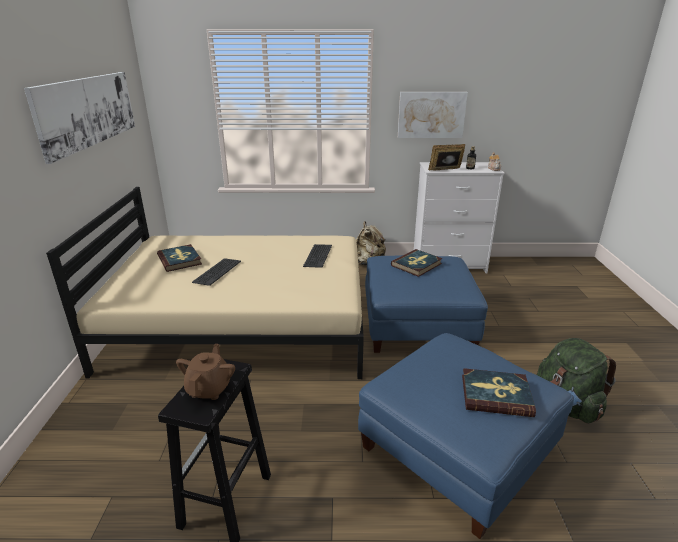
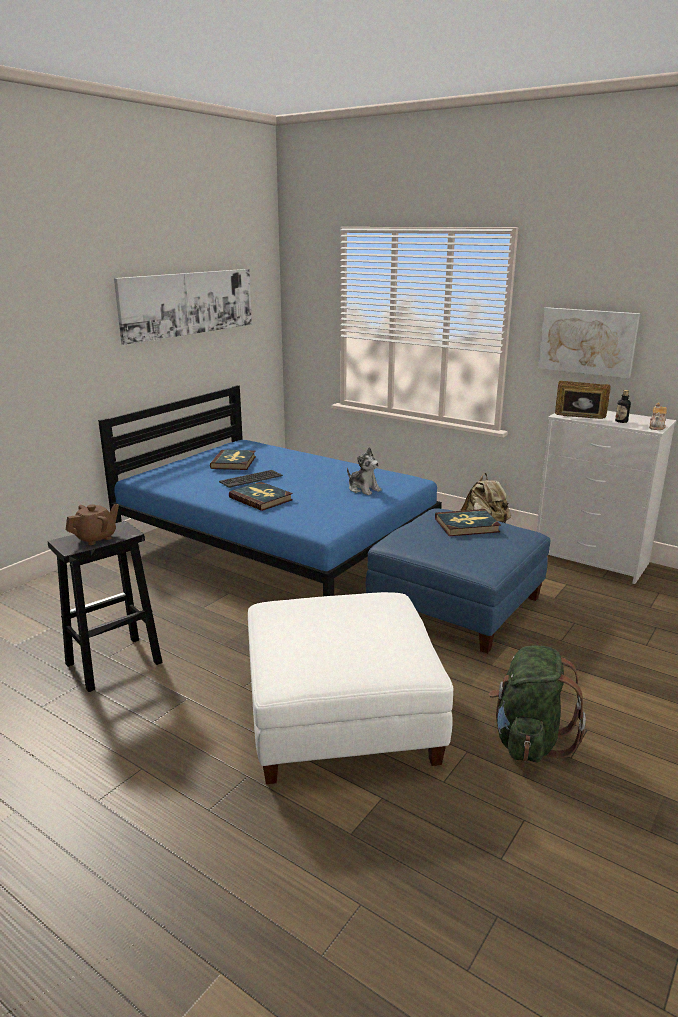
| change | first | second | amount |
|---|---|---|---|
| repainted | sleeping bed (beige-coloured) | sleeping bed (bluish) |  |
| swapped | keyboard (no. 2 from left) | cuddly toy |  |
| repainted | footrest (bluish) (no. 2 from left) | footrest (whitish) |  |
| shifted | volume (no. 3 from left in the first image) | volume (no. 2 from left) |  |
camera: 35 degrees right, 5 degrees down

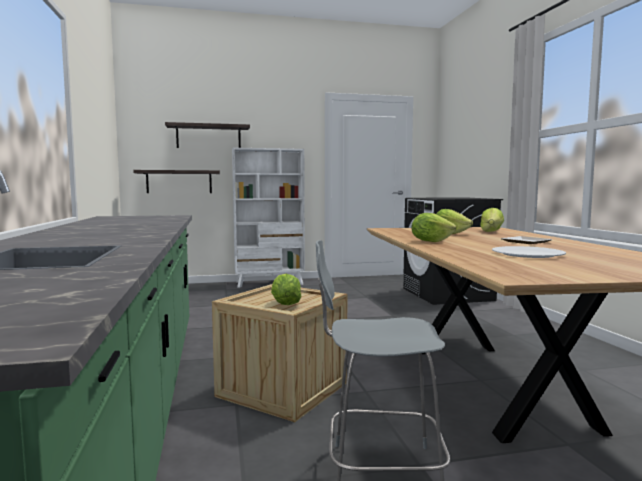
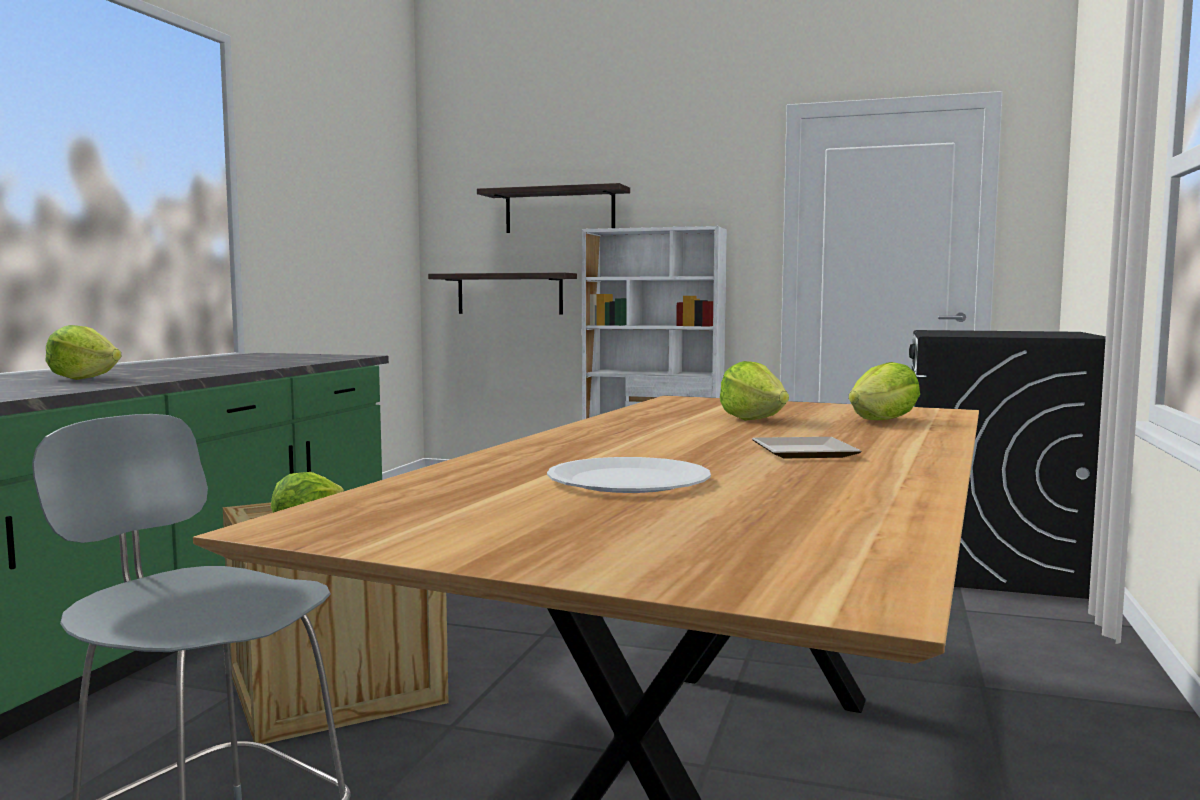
| change | first | second | amount |
|---|---|---|---|
| shifted | lettuce (no. 2 from left in the first image) | lettuce (no. 1 from left) |  |
camera: 30 degrees right, 0 degrees up

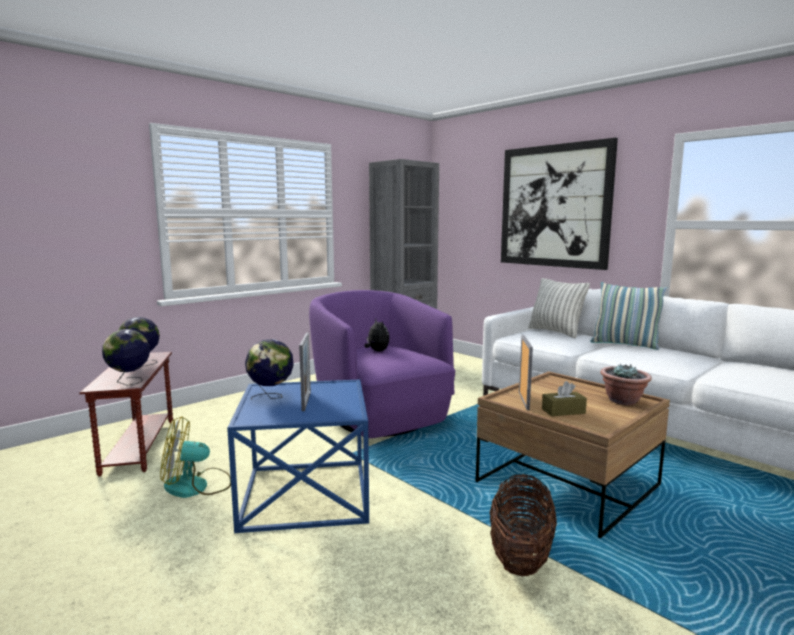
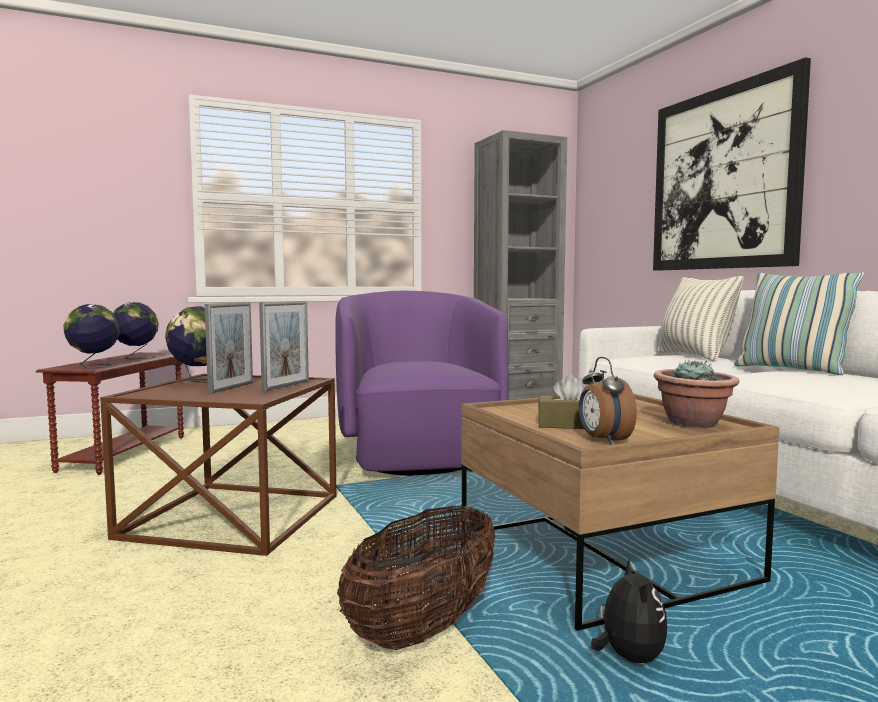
| change | first | second | amount |
|---|---|---|---|
| shifted | cuddly toy |  |  |
| shifted | standing frame (no. 2 from left) |  |  |
| repainted | end table (bluish) | end table (brown-coloured) (no. 2 from left) |  |
| gone | fan |  |  |
| new |  | table clock |  |
camera: 20 degrees right, 5 degrees down

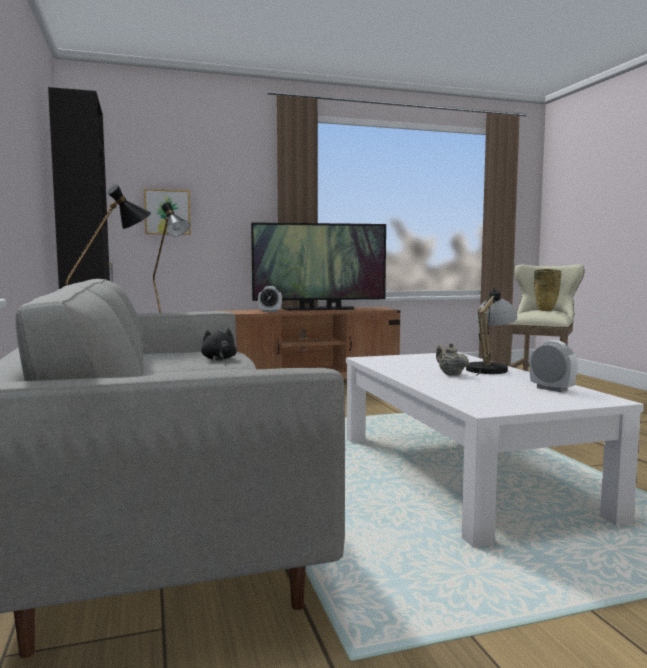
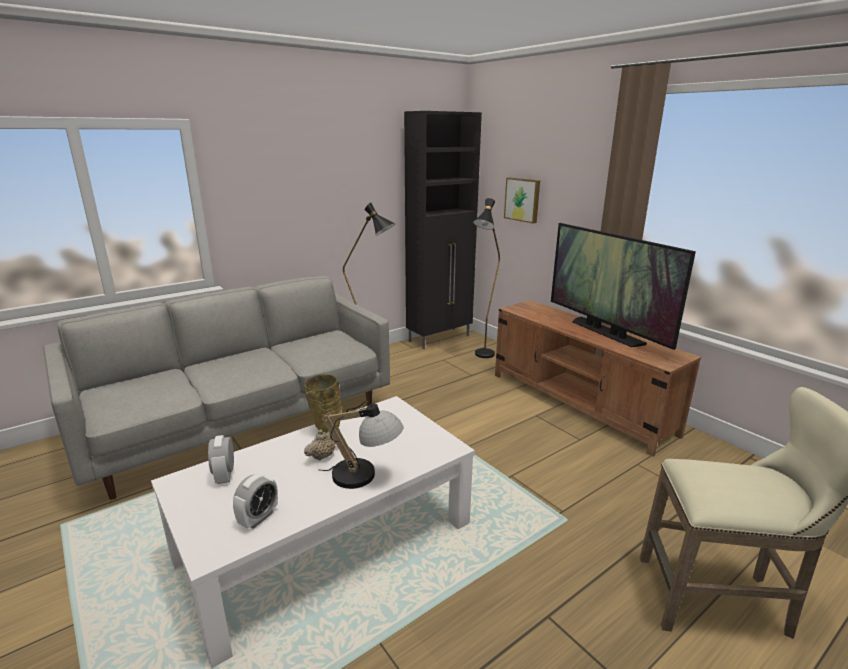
| change | first | second | amount |
|---|---|---|---|
| shifted | decorative vase (beige-coloured) |  |  |
| shifted | table clock (no. 1 from left) |  |  |
| gone | cuddly toy (blackish) |  |  |
camera: 70 degrees right, 15 degrees up

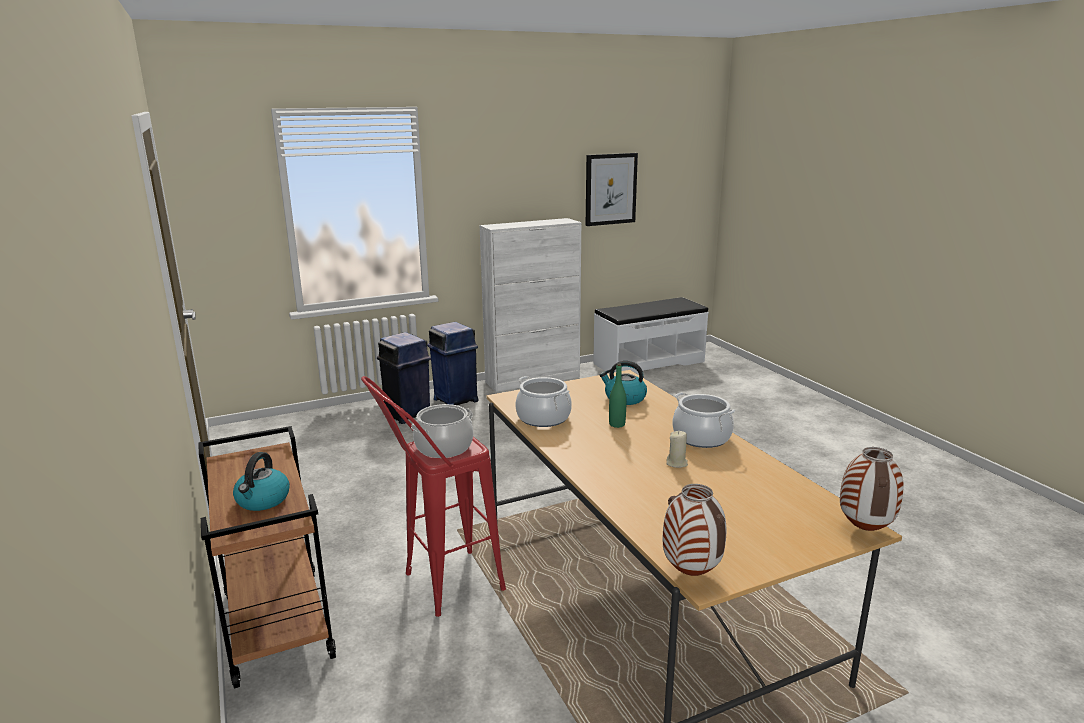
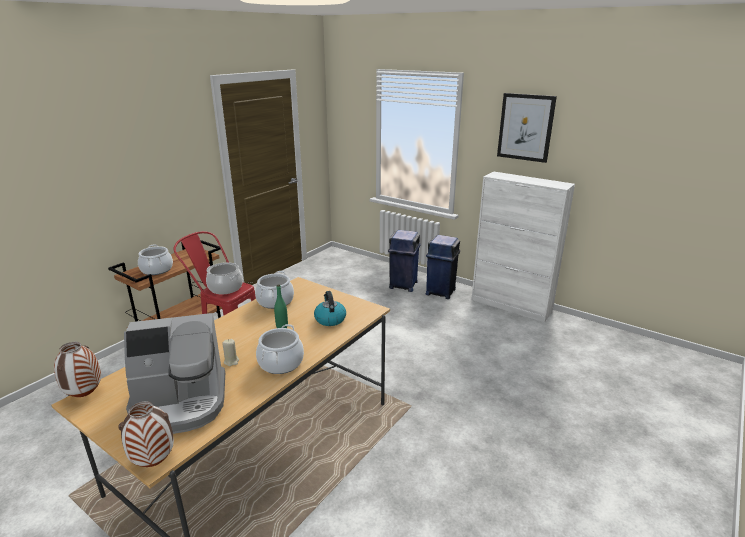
| change | first | second | amount |
|---|---|---|---|
| shifted | wall art |  |  |
| gone | indoor bench (whitish) |  |  |
| swapped | kettle (no. 1 from left) | stockpot (no. 1 from left) |  |
| new |  | coffee maker |  |
camera: 60 degrees right, 5 degrees up

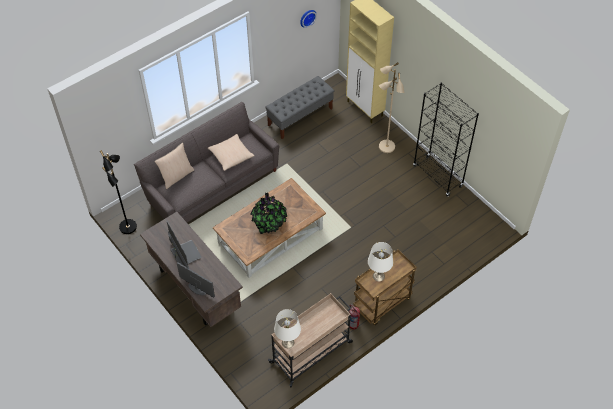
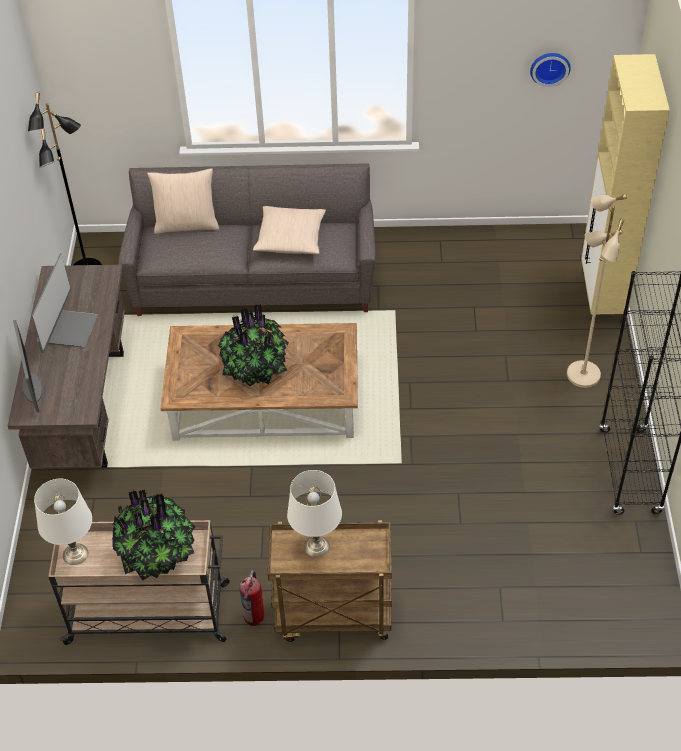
| change | first | second | amount |
|---|---|---|---|
| gone | indoor bench (greyish) |  |  |
| new |  | houseplant (no. 1 from left) |  |
camera: 40 degrees right, 5 degrees down

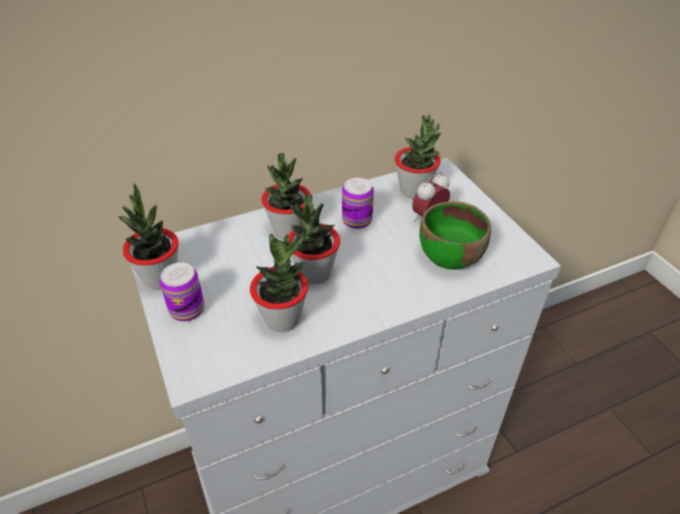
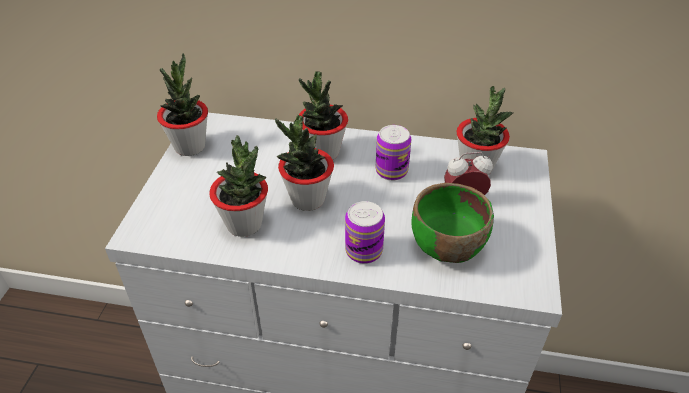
| change | first | second | amount |
|---|---|---|---|
| shifted | sealed can (no. 1 from left) |  |  |
camera: 35 degrees right, 0 degrees up

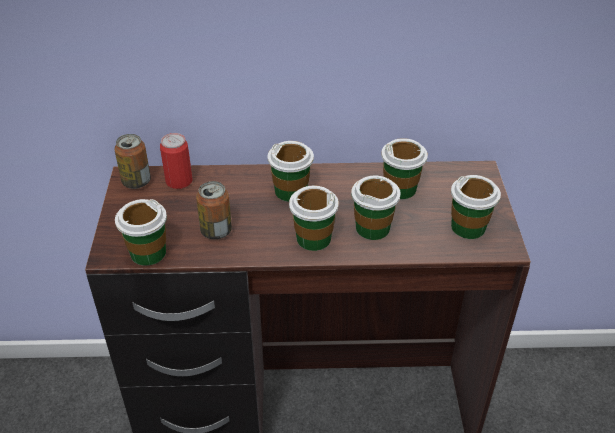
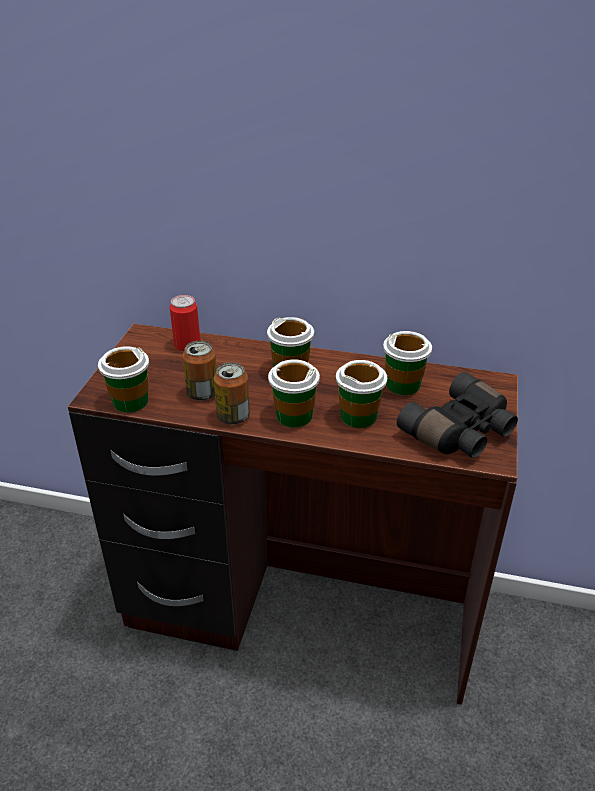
| change | first | second | amount |
|---|---|---|---|
| shifted | sealed can (no. 1 from left in the first image) | sealed can (no. 3 from left) |  |
| swapped | small cup (no. 6 from left) | binoculars (blackish) |  |
camera: 15 degrees right, 5 degrees down

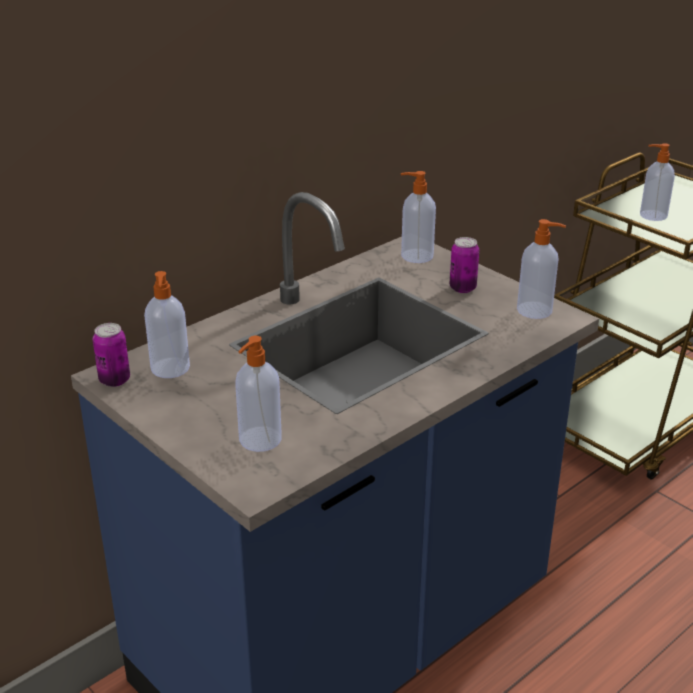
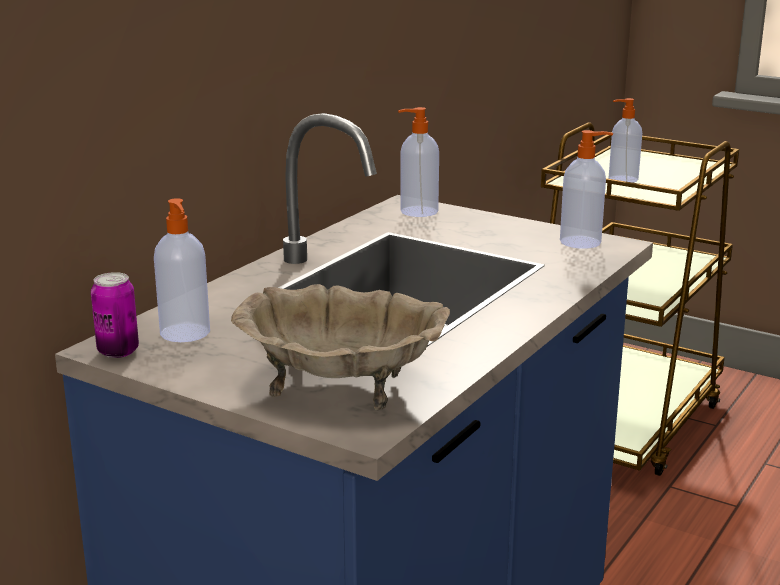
| change | first | second | amount |
|---|---|---|---|
| gone | sealed can (no. 2 from left) |  |  |
| swapped | soap bottle (no. 2 from left) | serving bowl (beige-coloured) |  |
camera: 15 degrees left, 10 degrees down

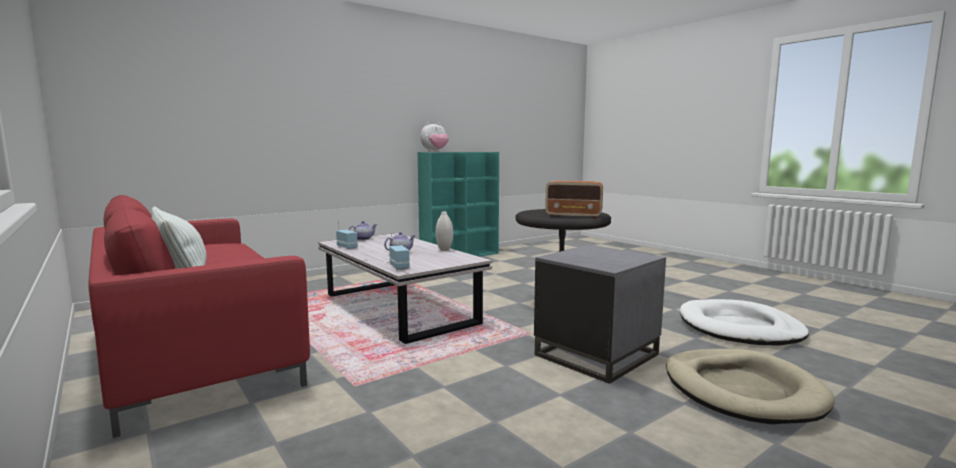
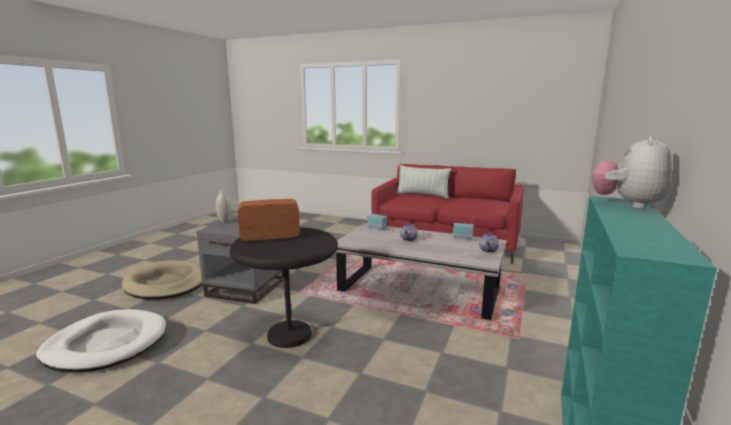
| change | first | second | amount |
|---|---|---|---|
| shifted | decorative vase (whitish) |  |  |
camera: 150 degrees right, 5 degrees up

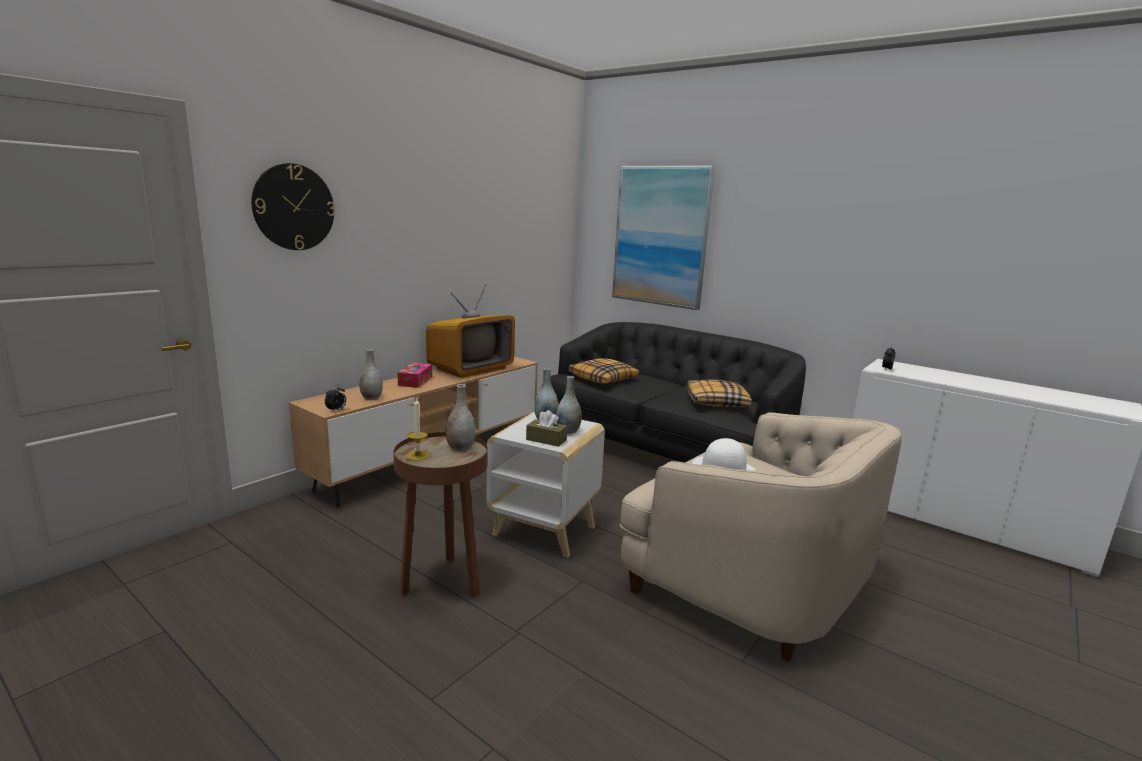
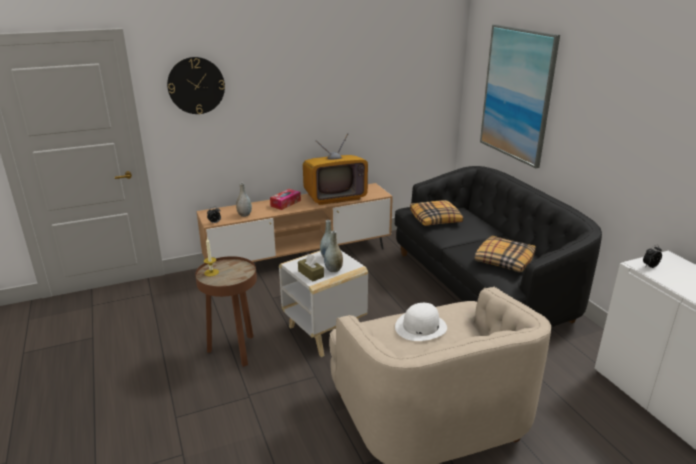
| change | first | second | amount |
|---|---|---|---|
| gone | decorative vase (greyish) (no. 2 from left) |  |  |
camera: 30 degrees right, 10 degrees up

